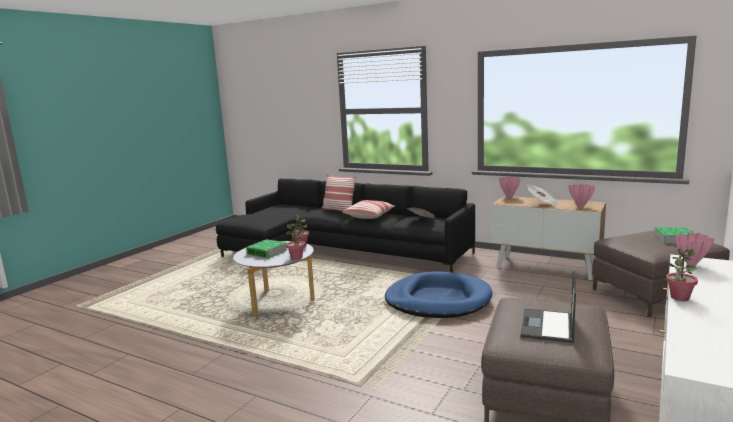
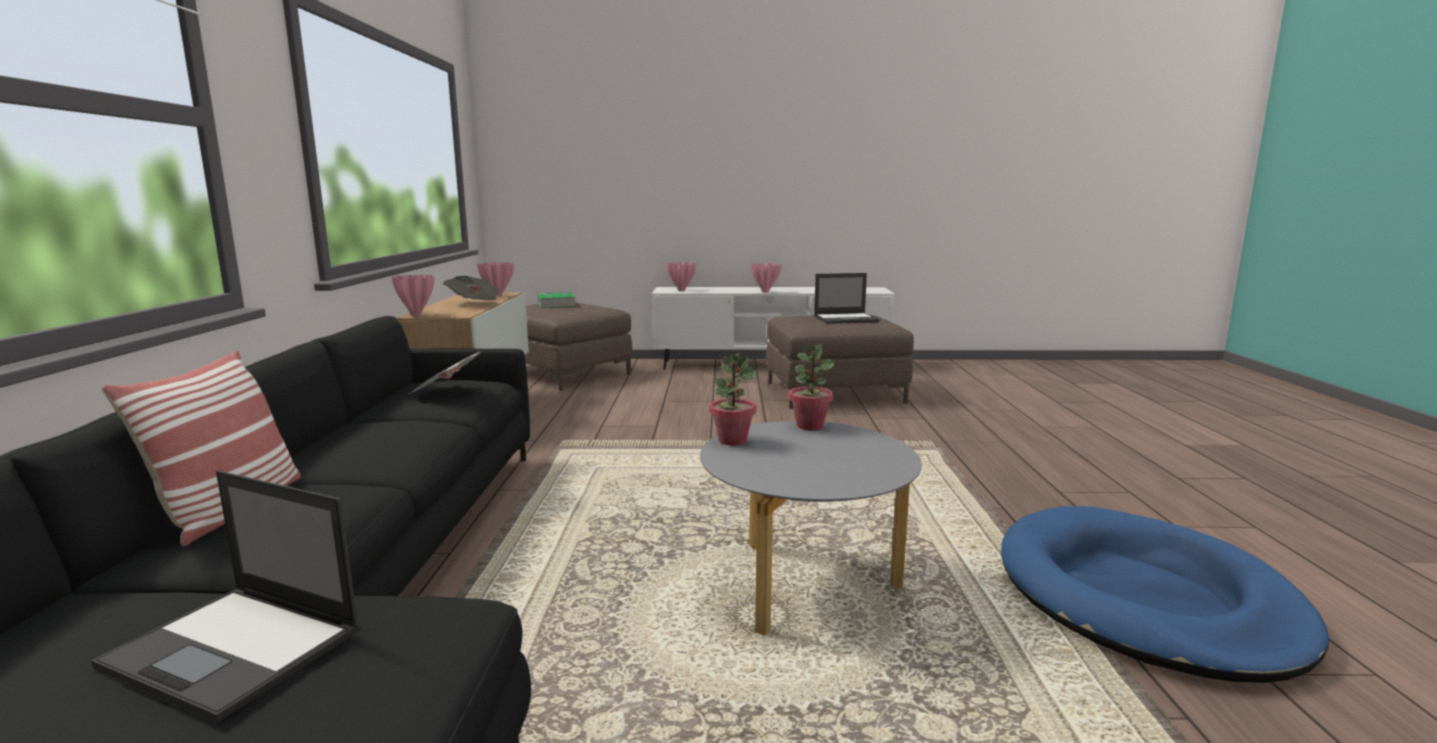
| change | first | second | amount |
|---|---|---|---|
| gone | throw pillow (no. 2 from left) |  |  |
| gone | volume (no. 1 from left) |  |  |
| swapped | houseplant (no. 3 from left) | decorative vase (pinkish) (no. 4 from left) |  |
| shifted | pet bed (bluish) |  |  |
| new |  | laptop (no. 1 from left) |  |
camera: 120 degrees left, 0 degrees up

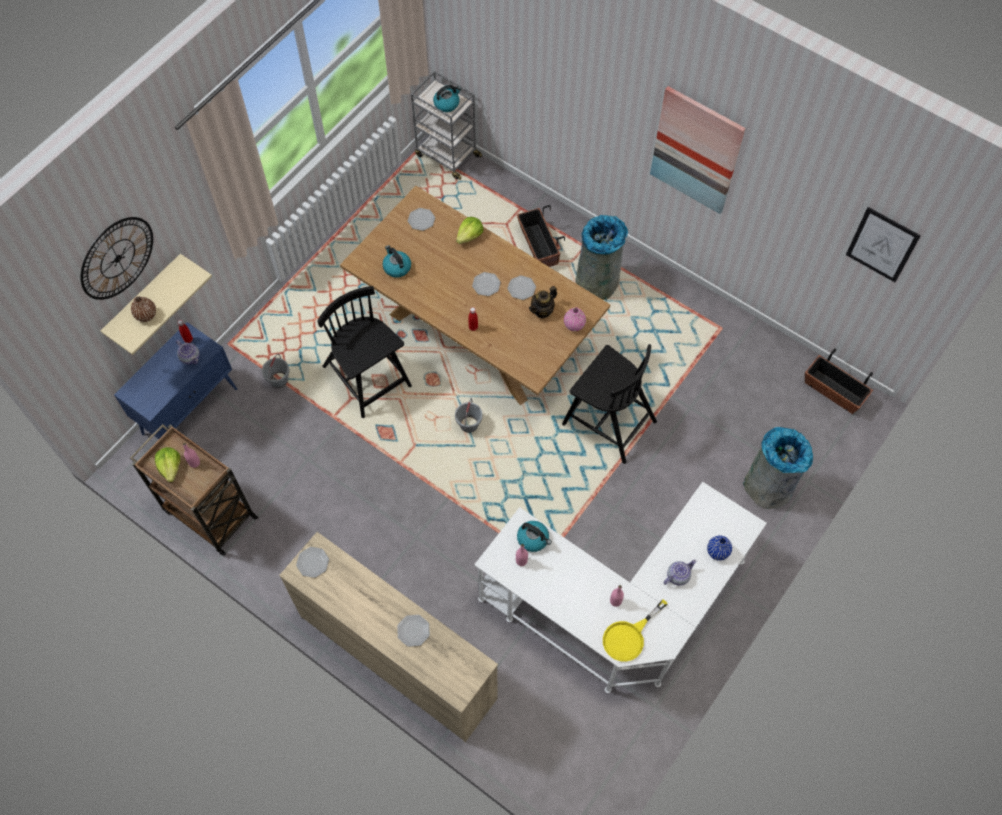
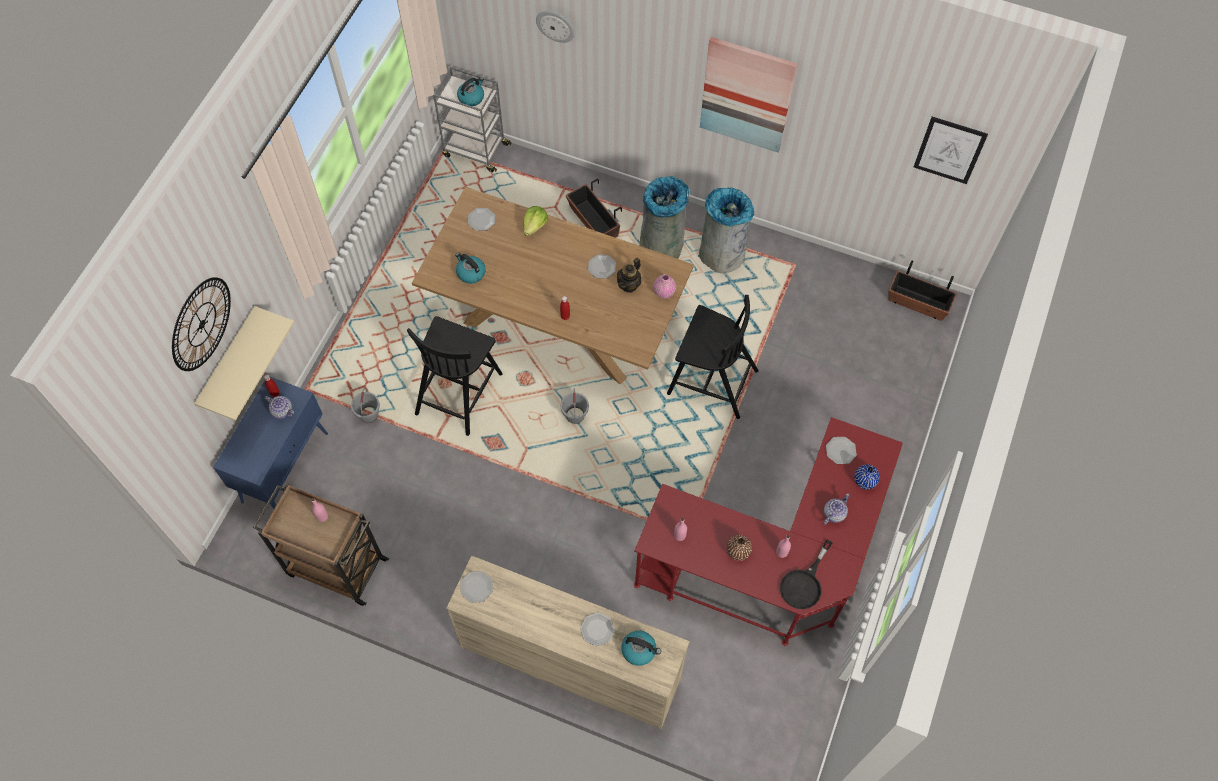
| change | first | second | amount |
|---|---|---|---|
| shifted | plate (no. 4 from left in the first image) | plate (no. 5 from left) |  |
| rotated | upright chair (blackish) (no. 1 from left) |  | 105 degrees counterclockwise |
| shifted | decorative vase (brown-coloured) |  |  |
| shifted | trash can (greyish) (no. 2 from left) |  |  |
| gone | lettuce (no. 1 from left) |  |  |
| repainted | desk unit (whitish) | desk unit (red-coloured) |  |
| shifted | kettle (no. 3 from left) |  |  |
| repainted | frying pan (yellowish) | frying pan (blackish) |  |
| new |  | wall clock (no. 2 from left) |  |
camera: 15 degrees left, 0 degrees up

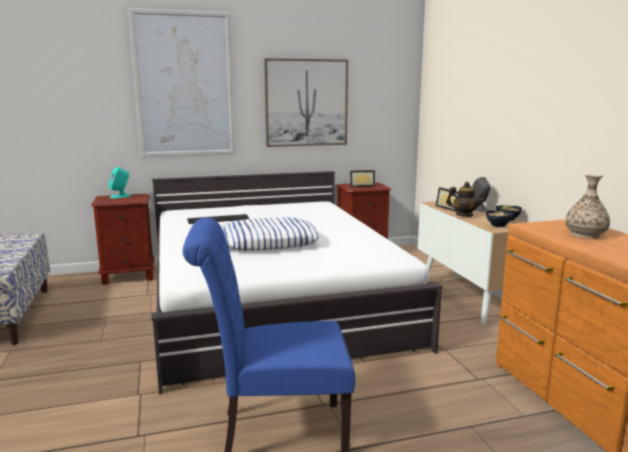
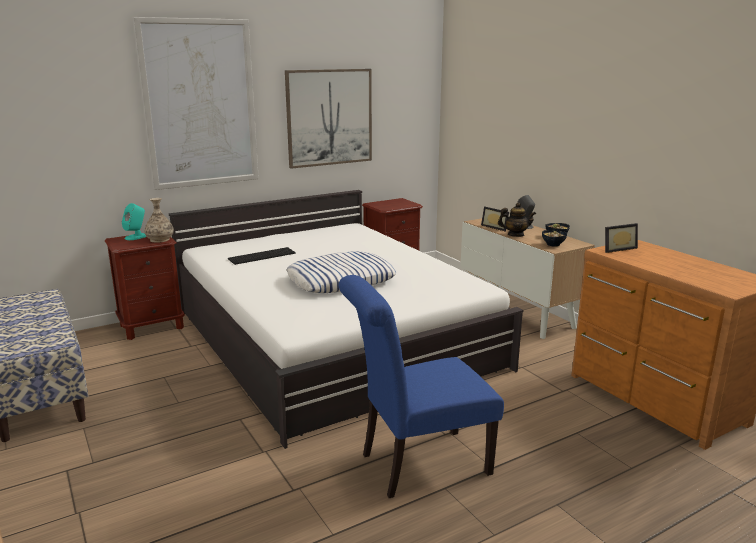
| change | first | second | amount |
|---|---|---|---|
| shifted | standing frame (no. 1 from left in the first image) | standing frame (no. 2 from left) |  |
| shifted | decorative vase |  |  |
camera: 15 degrees left, 5 degrees up

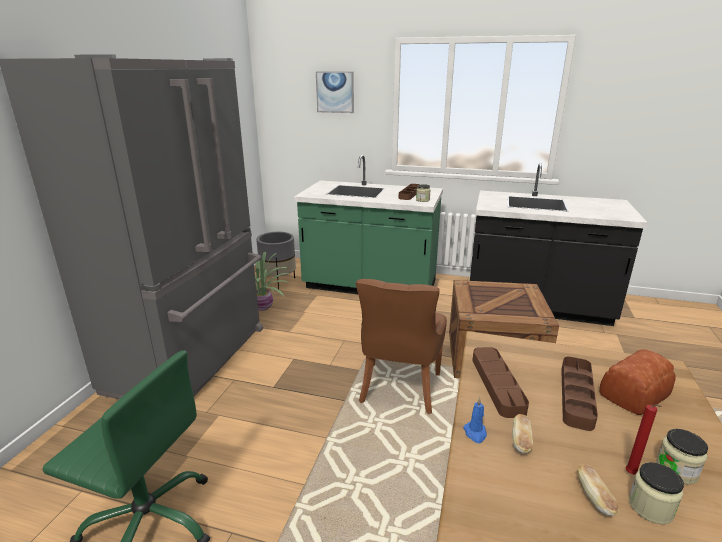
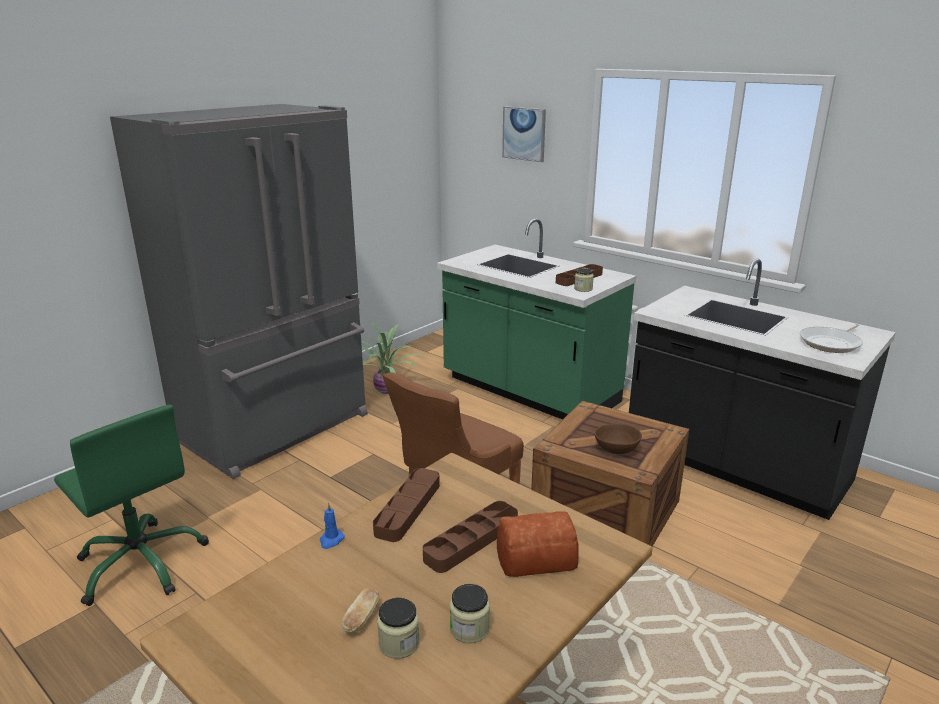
| change | first | second | amount |
|---|---|---|---|
| gone | plant pot (greyish) |  |  |
| gone | wax light (red-coloured) |  |  |
| gone | bread (no. 1 from left) |  |  |
| new |  | frying pan |  |
| new |  | serving bowl (brown-coloured) |  |
camera: 25 degrees right, 0 degrees up

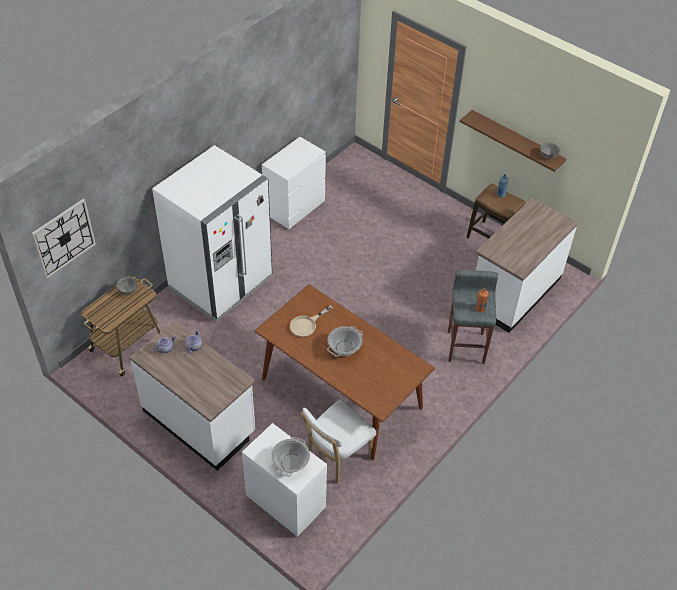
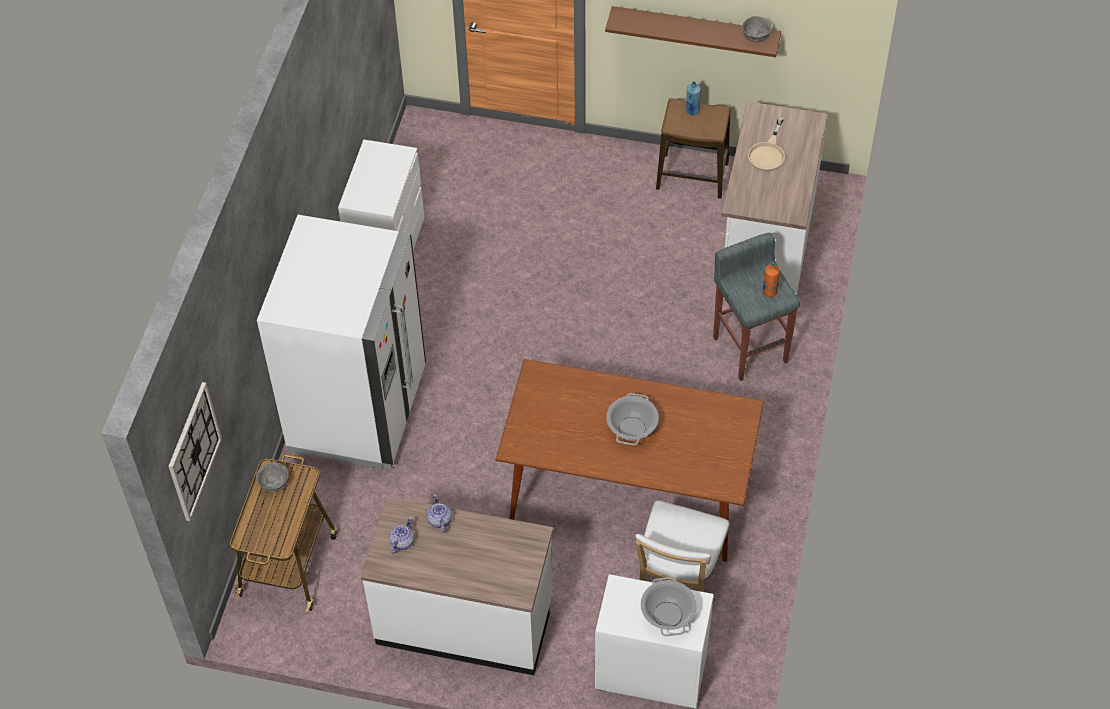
| change | first | second | amount |
|---|---|---|---|
| shifted | frying pan (beige-coloured) |  |  |
camera: 25 degrees left, 5 degrees up

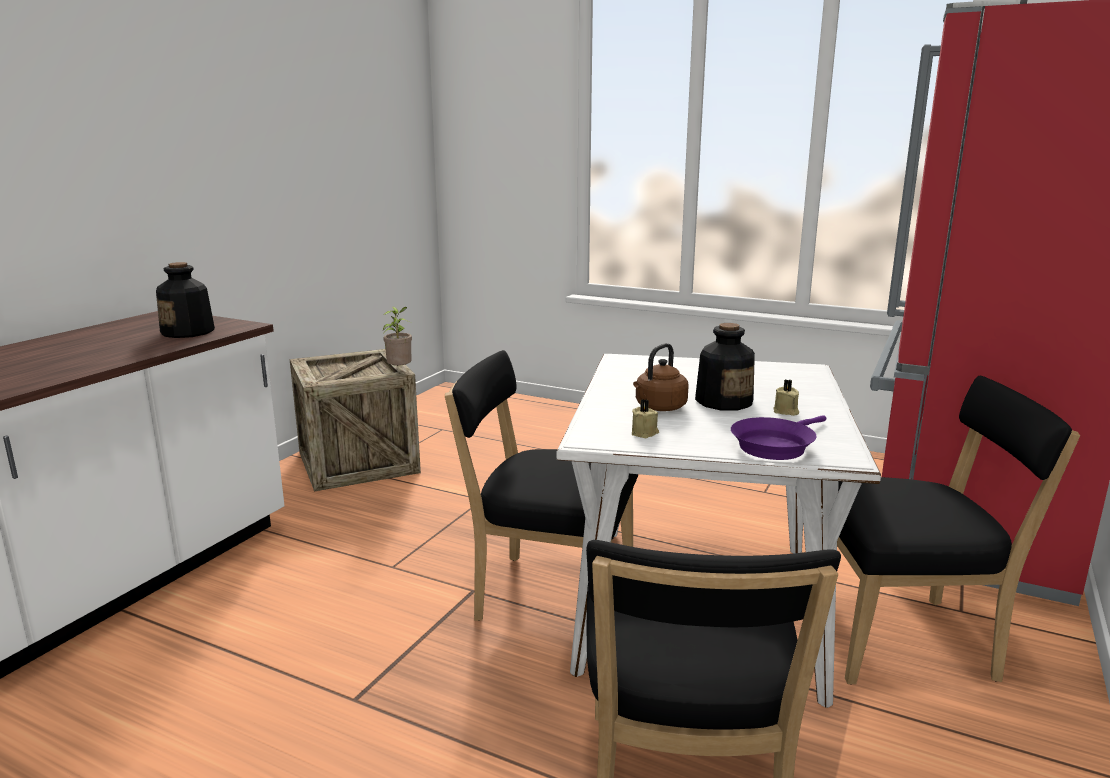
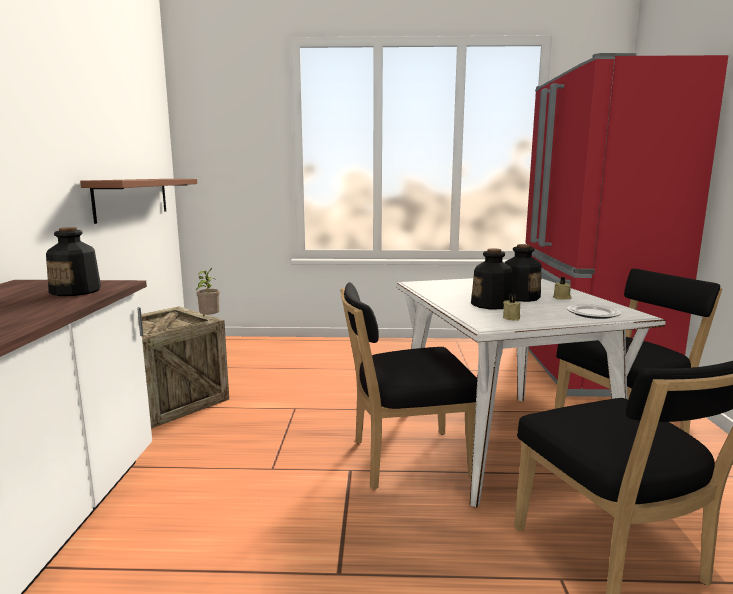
| change | first | second | amount |
|---|---|---|---|
| swapped | kettle (brown-coloured) | drink bottle (no. 2 from left) |  |
| swapped | frying pan (purple) | plate |  |
| new |  | shelf (brown-coloured) |  |
camera: 25 degrees left, 5 degrees down

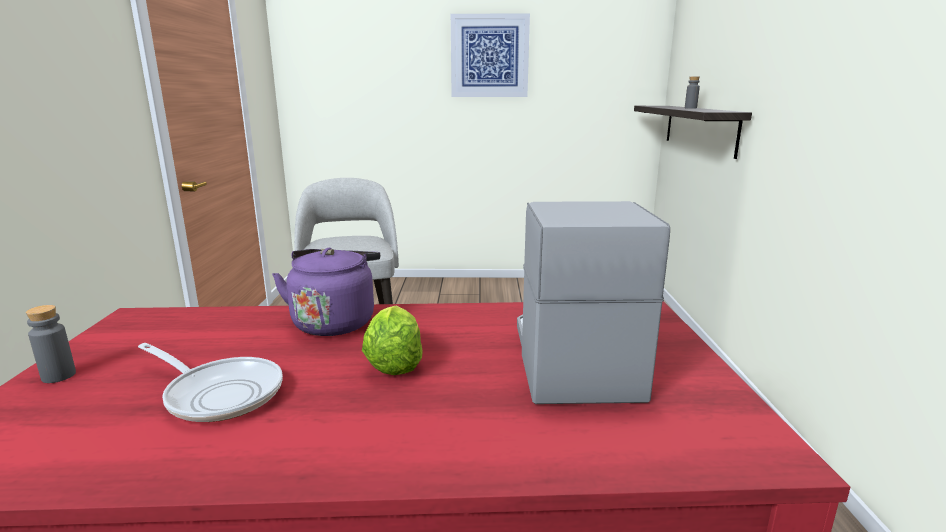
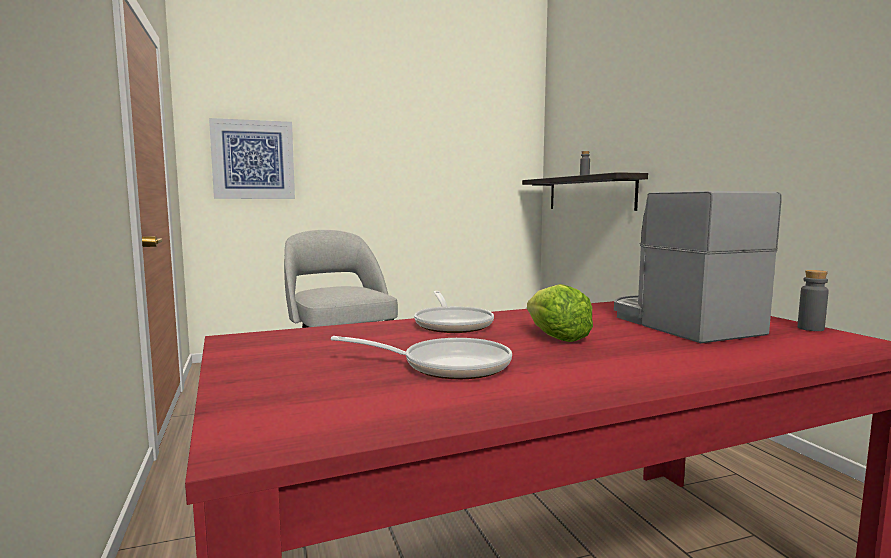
| change | first | second | amount |
|---|---|---|---|
| shifted | wall art |  |  |
| swapped | kettle (purple) | frying pan (no. 2 from left) |  |
| shifted | drink bottle (greyish) (no. 1 from left in the first image) | drink bottle (greyish) (no. 2 from left) |  |
camera: 20 degrees left, 10 degrees down

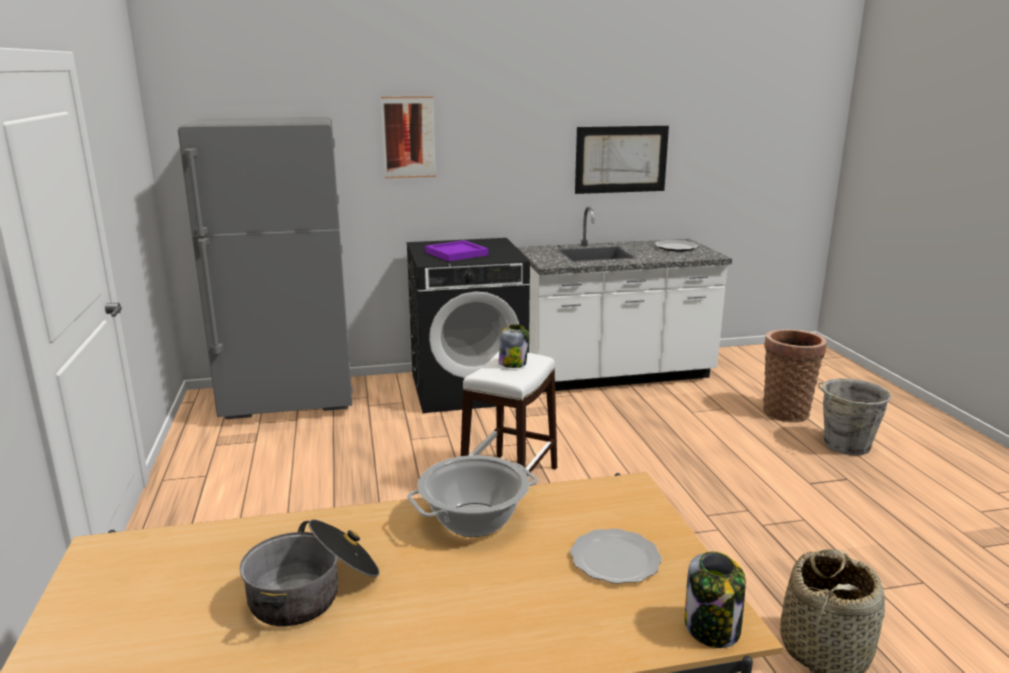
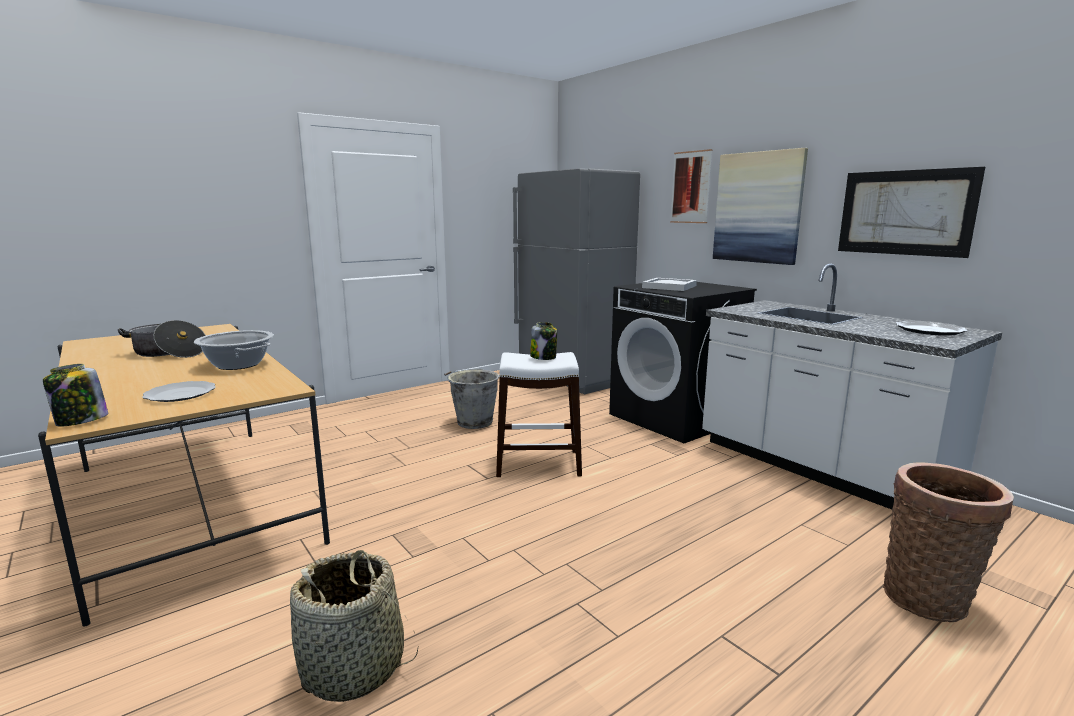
| change | first | second | amount |
|---|---|---|---|
| repainted | carrying tray (purple) | carrying tray (whitish) |  |
| shifted | water bucket (greyish) |  |  |
| new |  | wall art (no. 2 from left) |  |
camera: 65 degrees right, 5 degrees down

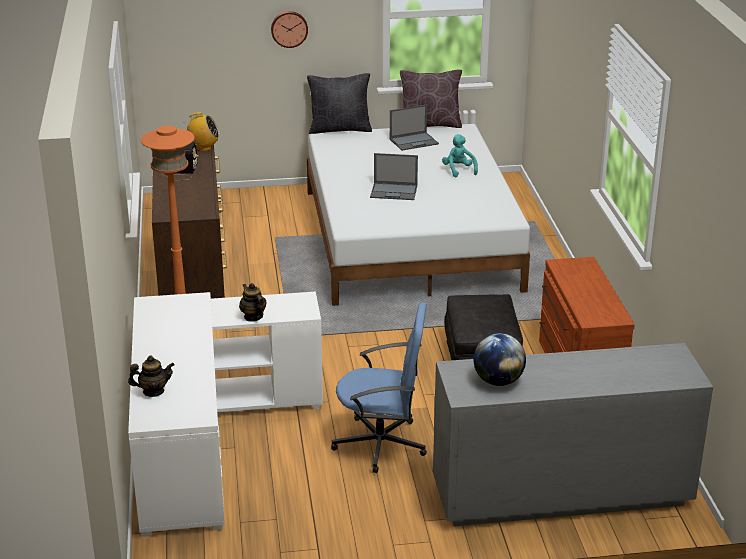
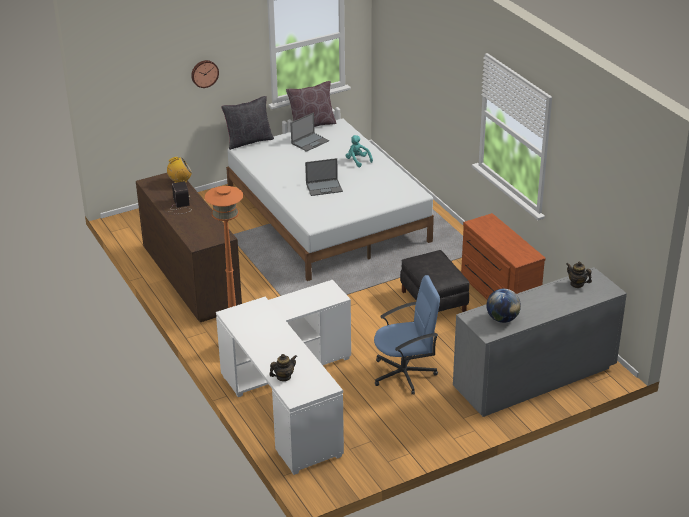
| change | first | second | amount |
|---|---|---|---|
| shifted | pot for tea (no. 2 from left) |  |  |
camera: 20 degrees left, 5 degrees up

